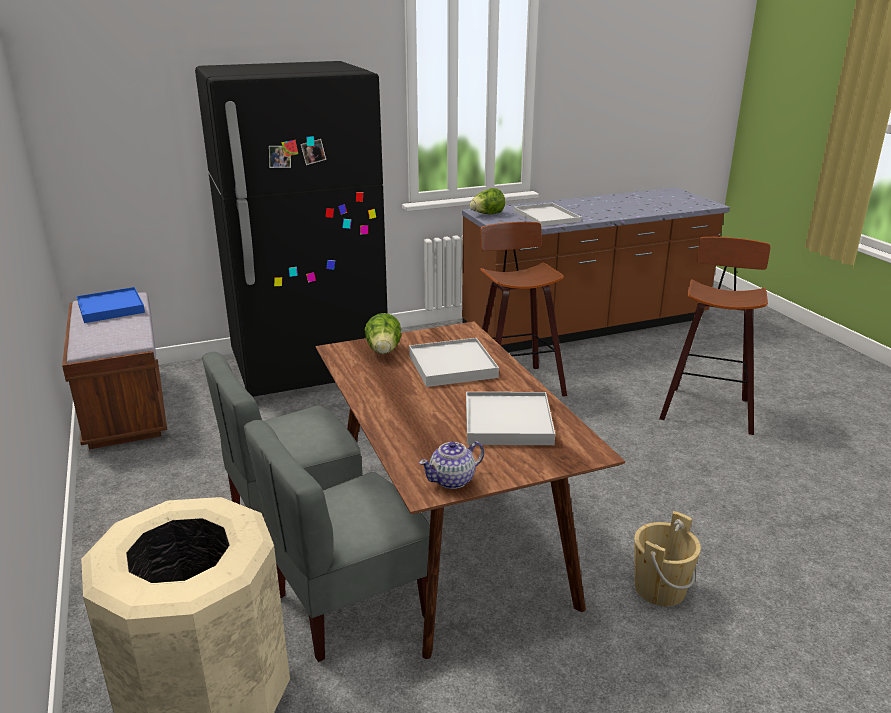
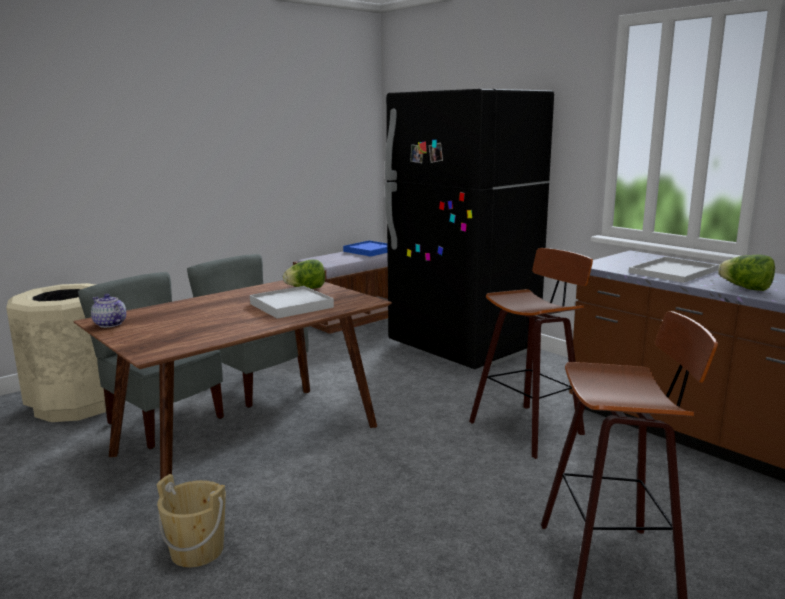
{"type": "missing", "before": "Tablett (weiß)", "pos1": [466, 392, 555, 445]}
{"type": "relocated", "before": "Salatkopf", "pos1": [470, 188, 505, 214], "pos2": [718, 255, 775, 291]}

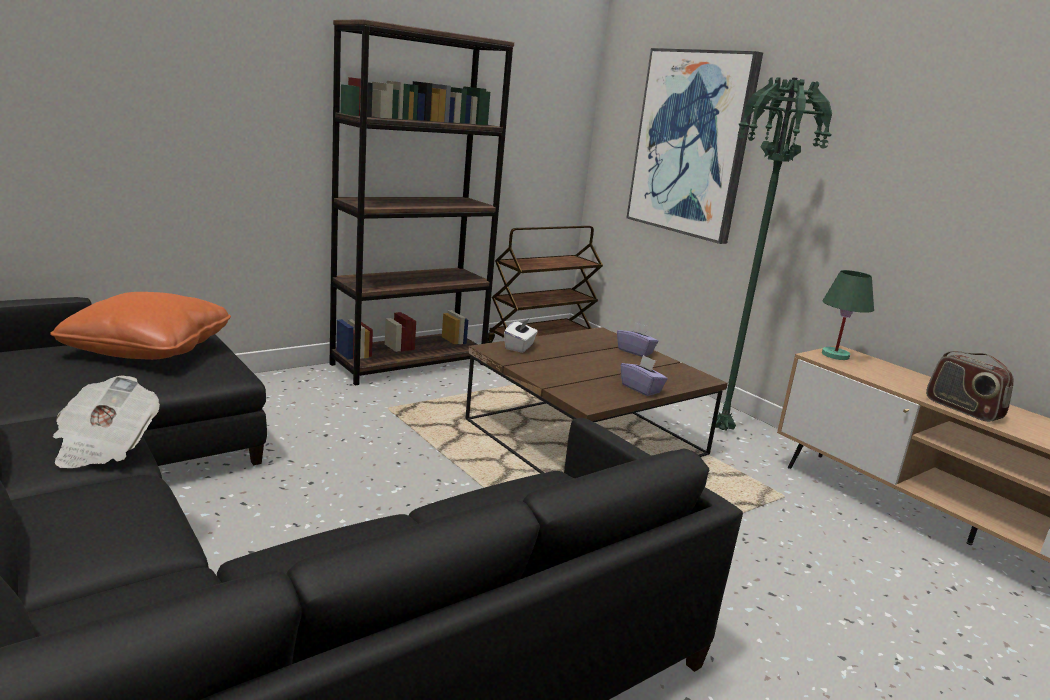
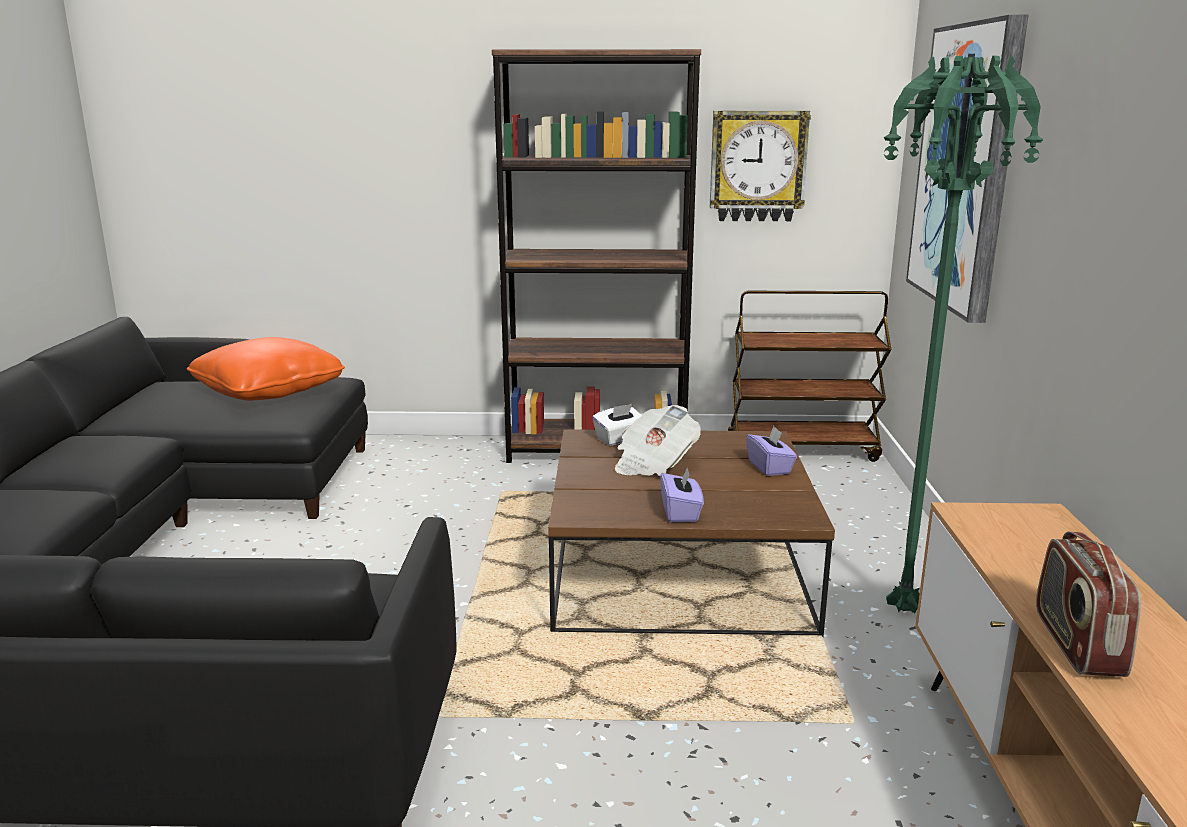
{"type": "relocated", "before": "Zeitung", "pos1": [53, 376, 160, 468], "pos2": [614, 405, 701, 476]}
{"type": "missing", "before": "Tischlampe (grün)", "pos1": [822, 270, 874, 360]}
{"type": "appeared", "after": "Wanduhr", "pos2": [710, 111, 811, 221]}

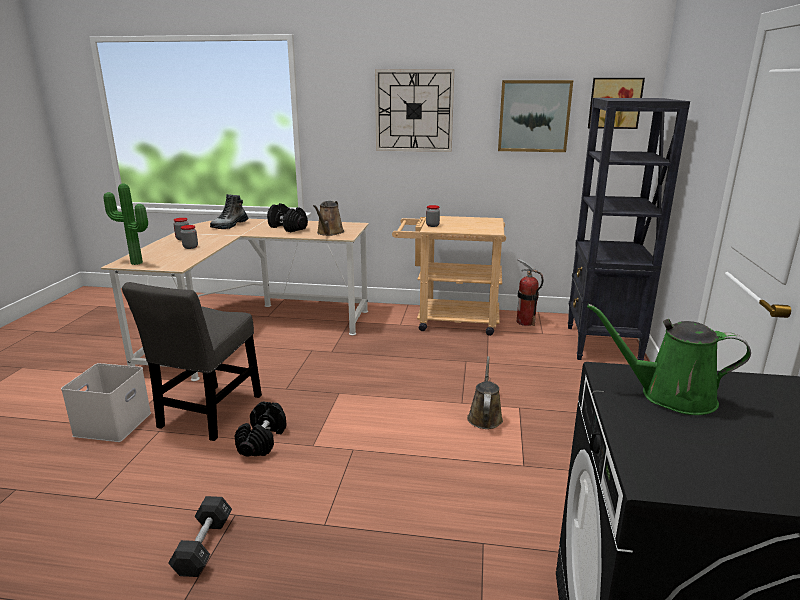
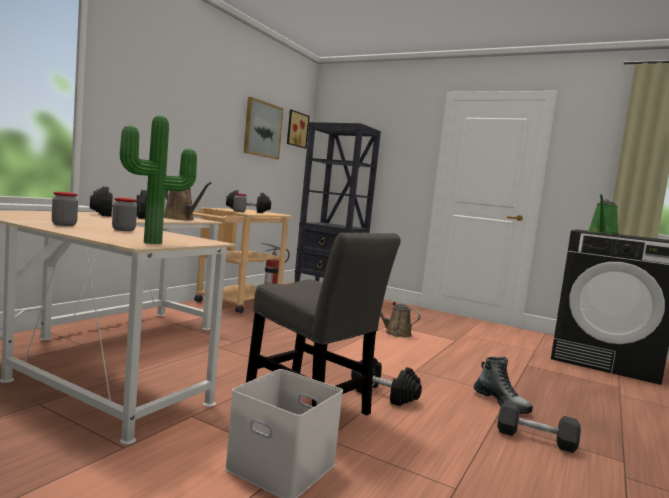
{"type": "relocated", "before": "Stiefel", "pos1": [210, 194, 248, 229], "pos2": [474, 356, 533, 414]}
{"type": "missing", "before": "Wanduhr", "pos1": [375, 69, 454, 152]}
{"type": "appeared", "after": "Hantel (schwarz)", "pos2": [226, 190, 271, 213]}

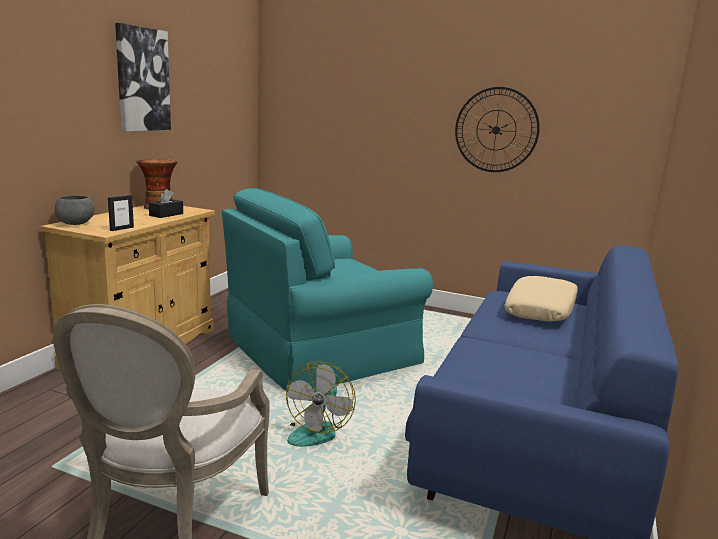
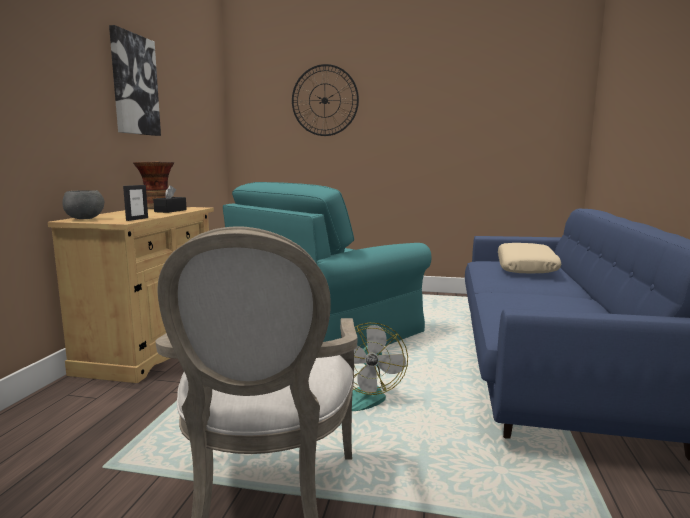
{"type": "relocated", "before": "Wanduhr", "pos1": [455, 87, 540, 172], "pos2": [292, 64, 359, 136]}

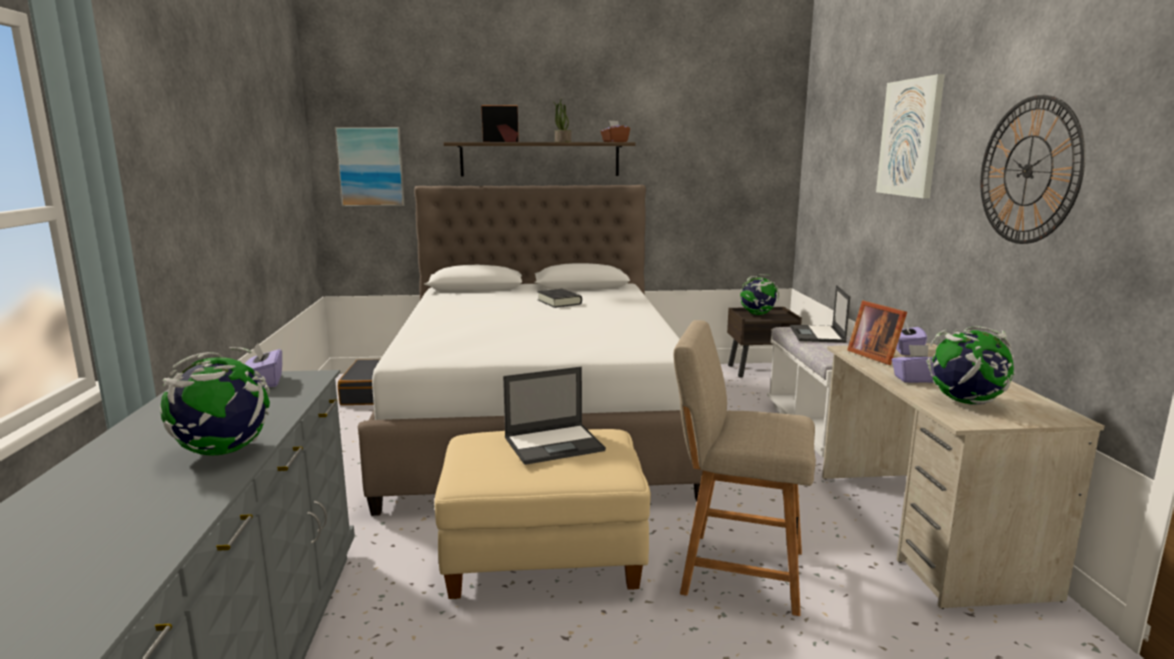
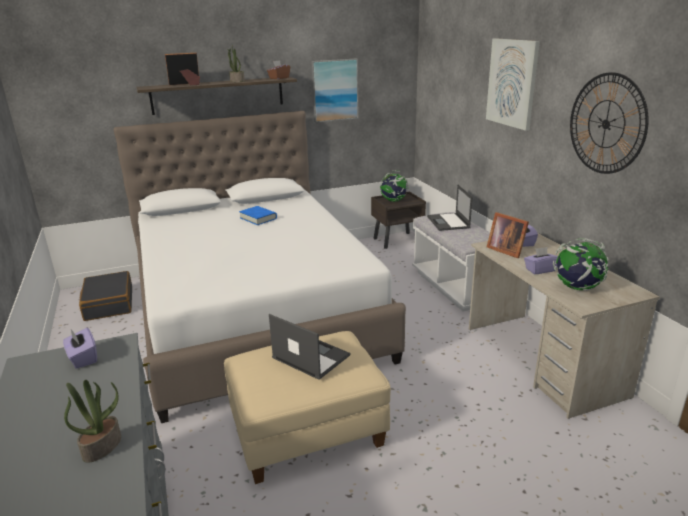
{"type": "exchanged", "before": "Globus", "after": "Topfpflanze", "pos1": [160, 347, 270, 456], "pos2": [64, 380, 121, 463]}
{"type": "relocated", "before": "Bild", "pos1": [335, 127, 405, 207], "pos2": [311, 59, 359, 123]}
{"type": "spun", "before": "Laptop", "pos1": [503, 366, 606, 465], "pos2": [269, 314, 351, 380], "turn": -105}
{"type": "colour", "before": "Buch (schwarz)", "after": "Buch (blau)", "pos1": [537, 289, 582, 308], "pos2": [239, 206, 277, 225]}
{"type": "missing", "before": "Stuhl (beige)", "pos1": [673, 320, 816, 616]}

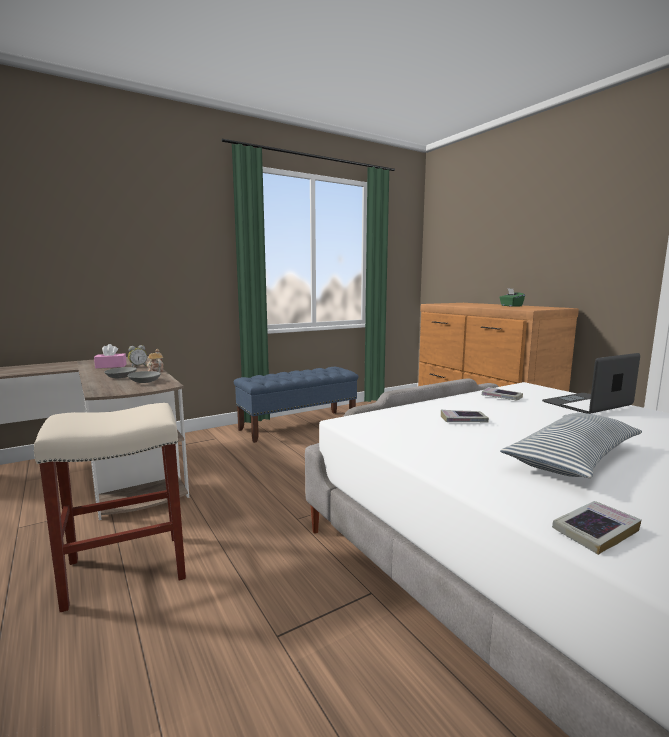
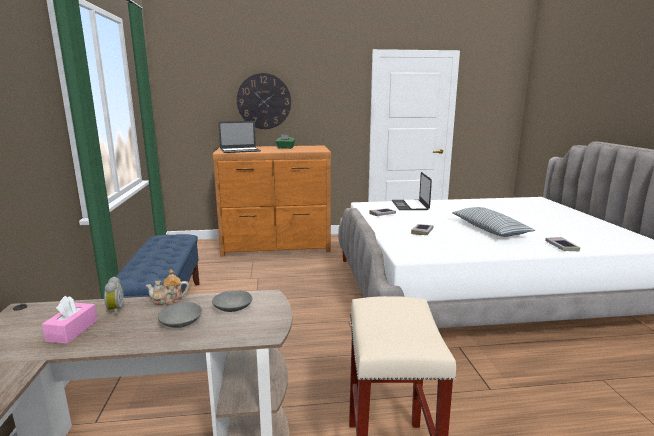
{"type": "appeared", "after": "Laptop", "pos2": [218, 121, 261, 153]}
{"type": "appeared", "after": "Wanduhr", "pos2": [237, 73, 291, 129]}

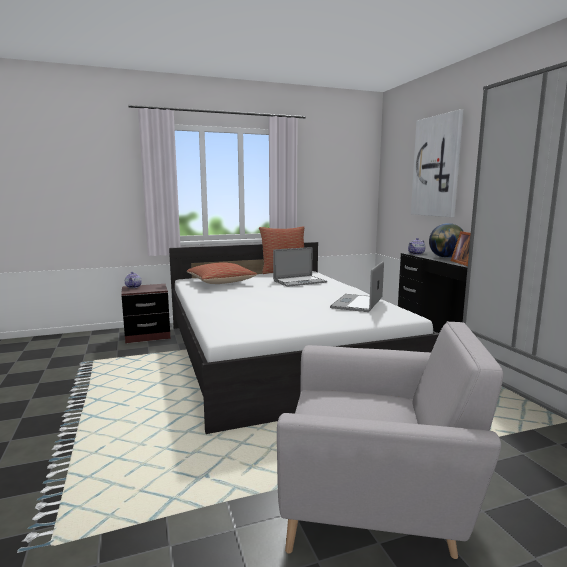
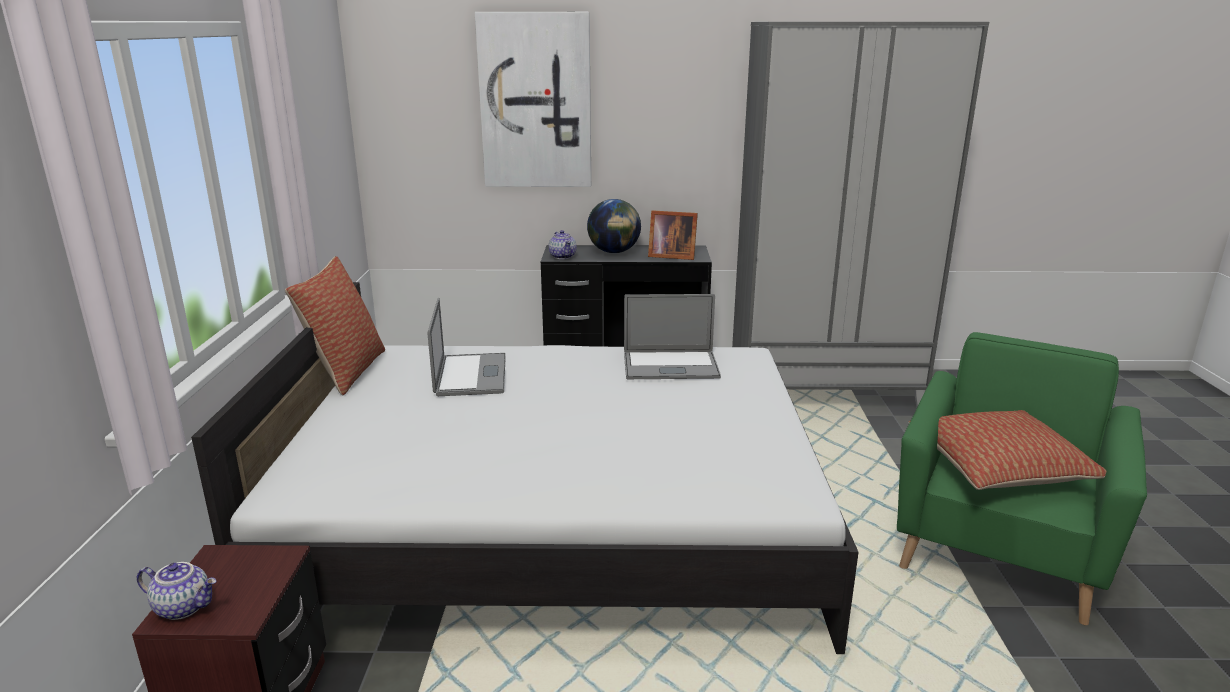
{"type": "relocated", "before": "Kissen", "pos1": [187, 262, 257, 284], "pos2": [909, 410, 1107, 490]}
{"type": "colour", "before": "Sessel (grau)", "after": "Sessel (grün)", "pos1": [277, 321, 503, 559], "pos2": [897, 332, 1147, 625]}
{"type": "spun", "before": "Laptop", "pos1": [330, 261, 384, 312], "pos2": [624, 294, 721, 379], "turn": -45}

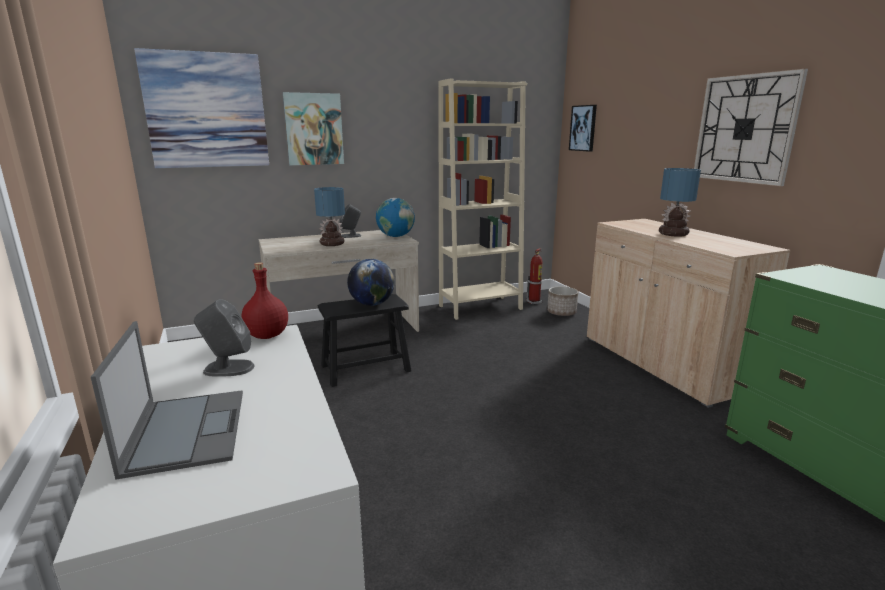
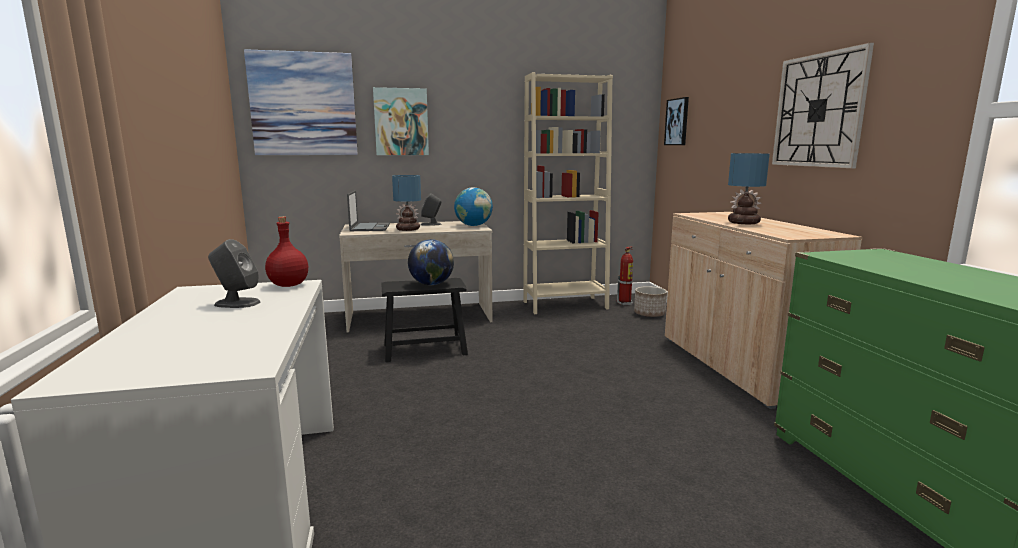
{"type": "relocated", "before": "Laptop", "pos1": [91, 321, 243, 480], "pos2": [347, 190, 390, 231]}

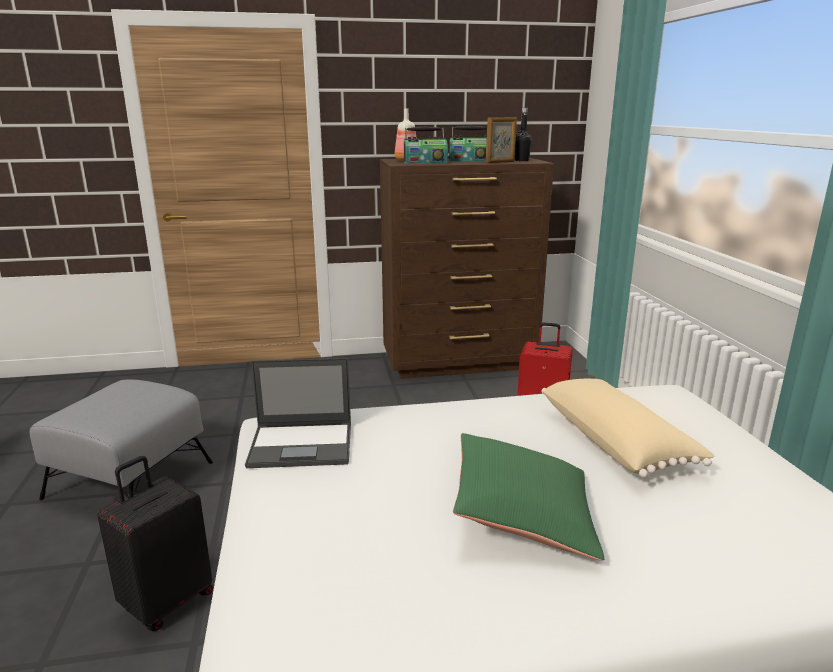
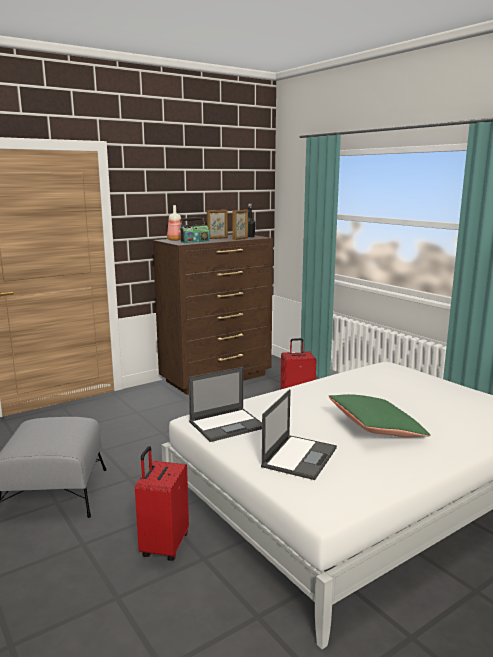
{"type": "colour", "before": "Koffer (schwarz)", "after": "Koffer (rot)", "pos1": [97, 456, 213, 631], "pos2": [135, 446, 189, 561]}
{"type": "exchanged", "before": "Radio", "after": "Bilderrahmen", "pos1": [449, 126, 487, 161], "pos2": [207, 210, 228, 239]}
{"type": "missing", "before": "Kissen (beige)", "pos1": [542, 379, 714, 478]}
{"type": "appeared", "after": "Laptop", "pos2": [261, 389, 337, 480]}

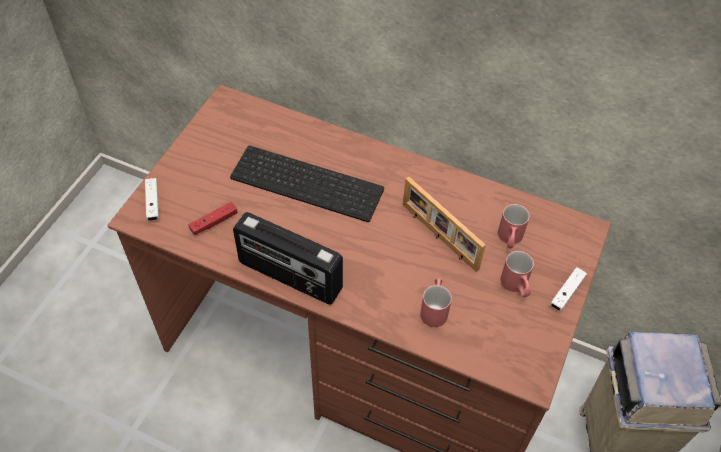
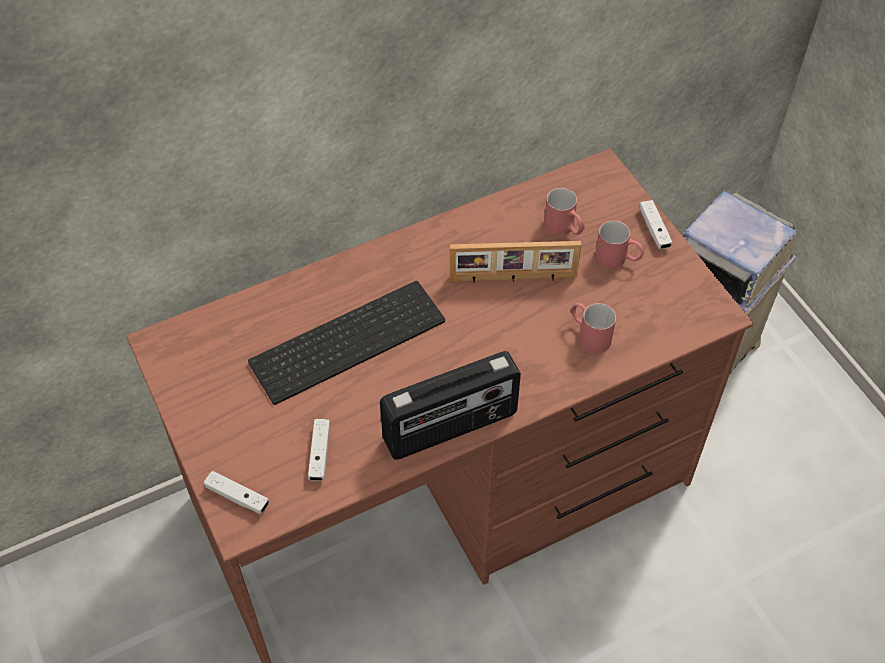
{"type": "colour", "before": "Gamepad (rot)", "after": "Gamepad (weiß)", "pos1": [188, 202, 237, 235], "pos2": [308, 419, 330, 481]}

